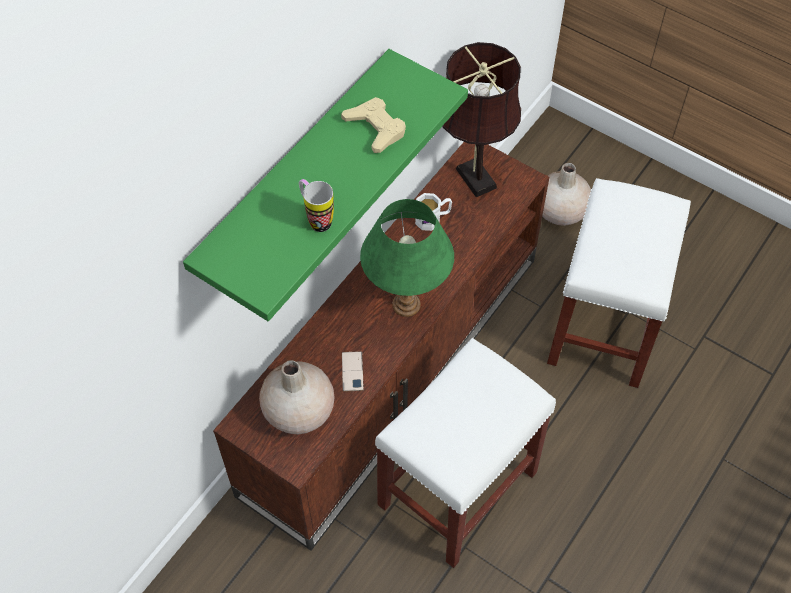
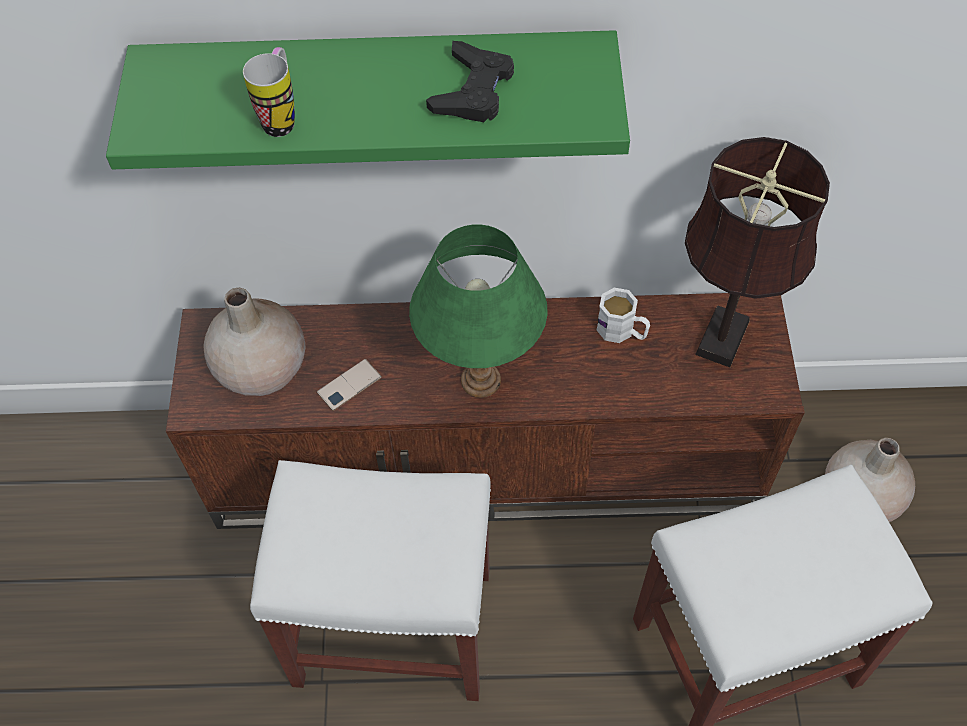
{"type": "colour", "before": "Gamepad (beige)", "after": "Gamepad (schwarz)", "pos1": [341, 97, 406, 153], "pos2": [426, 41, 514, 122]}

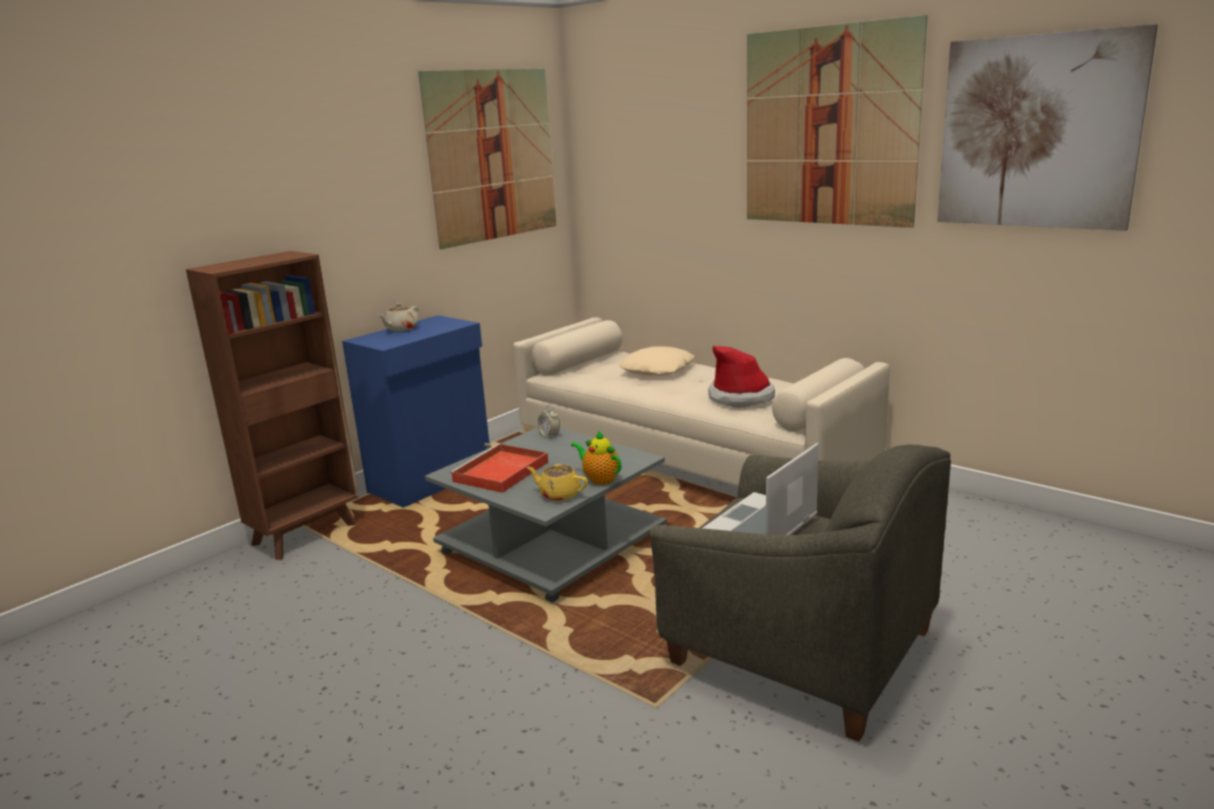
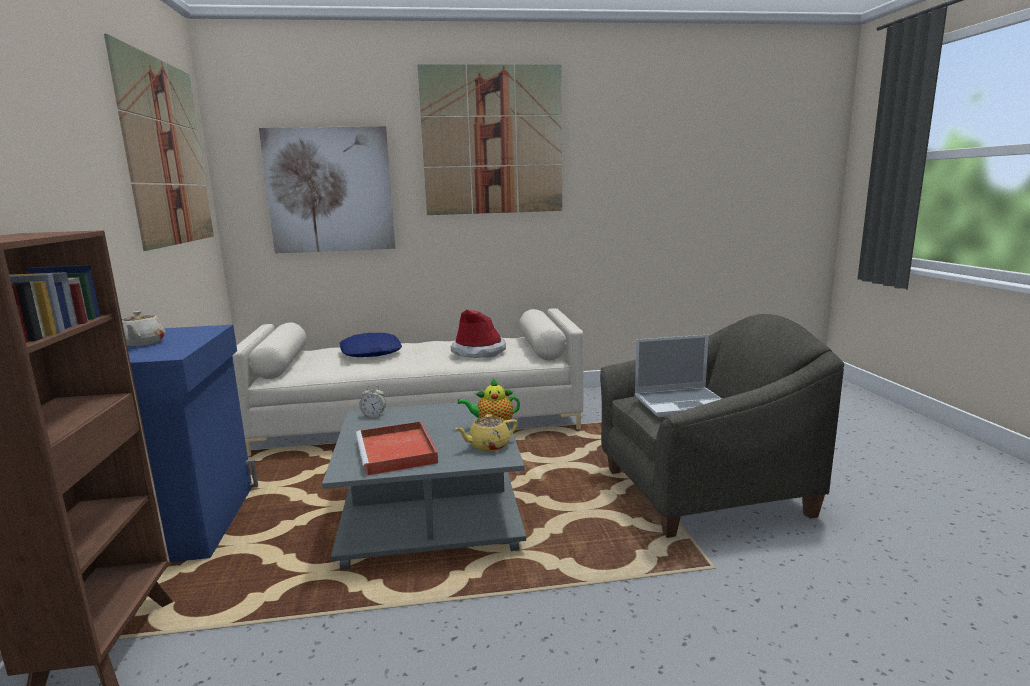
{"type": "colour", "before": "Kissen (beige)", "after": "Kissen (blau)", "pos1": [619, 346, 695, 376], "pos2": [340, 333, 402, 357]}
{"type": "spun", "before": "Laptop", "pos1": [703, 443, 819, 535], "pos2": [634, 335, 722, 417], "turn": -90}
{"type": "relocated", "before": "Bild", "pos1": [937, 24, 1158, 231], "pos2": [259, 126, 395, 253]}

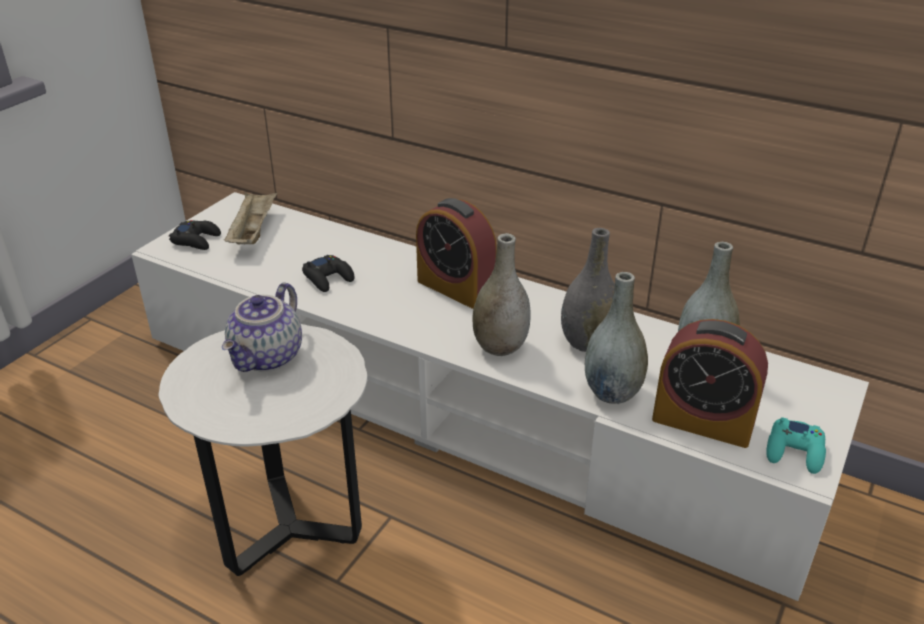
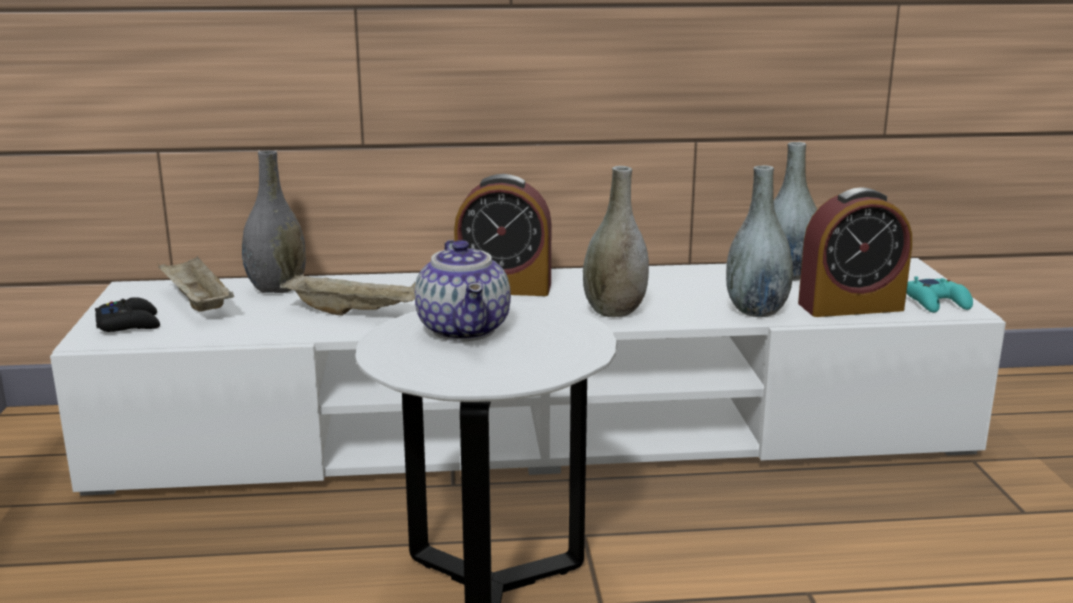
{"type": "exchanged", "before": "Gamepad (schwarz)", "after": "Tablett (beige)", "pos1": [302, 255, 355, 292], "pos2": [280, 273, 416, 316]}
{"type": "relocated", "before": "Vase (grau)", "pos1": [561, 228, 615, 352], "pos2": [242, 150, 306, 293]}

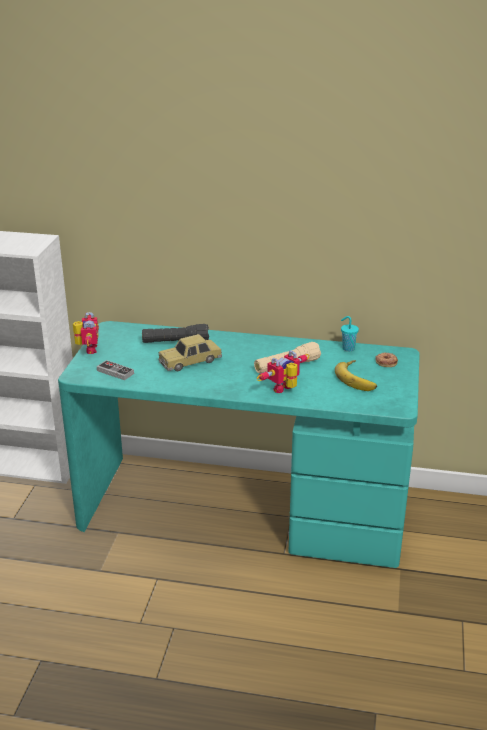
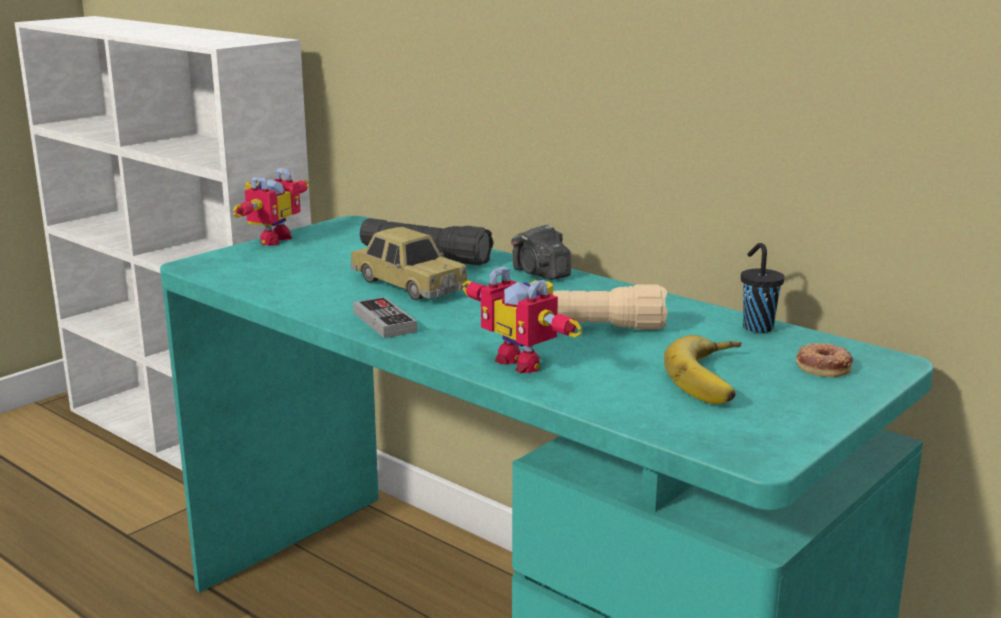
{"type": "relocated", "before": "Gamepad", "pos1": [97, 360, 134, 380], "pos2": [353, 297, 417, 338]}
{"type": "spun", "before": "Spielzeugauto", "pos1": [158, 334, 222, 371], "pos2": [351, 227, 468, 300], "turn": -135}
{"type": "spun", "before": "Spielzeugroboter", "pos1": [257, 350, 309, 393], "pos2": [462, 266, 582, 373], "turn": -120}
{"type": "colour", "before": "Tasse (türkis)", "after": "Tasse (schwarz)", "pos1": [341, 316, 359, 352], "pos2": [741, 243, 785, 333]}
{"type": "appeared", "after": "Kamera", "pos2": [511, 224, 571, 280]}

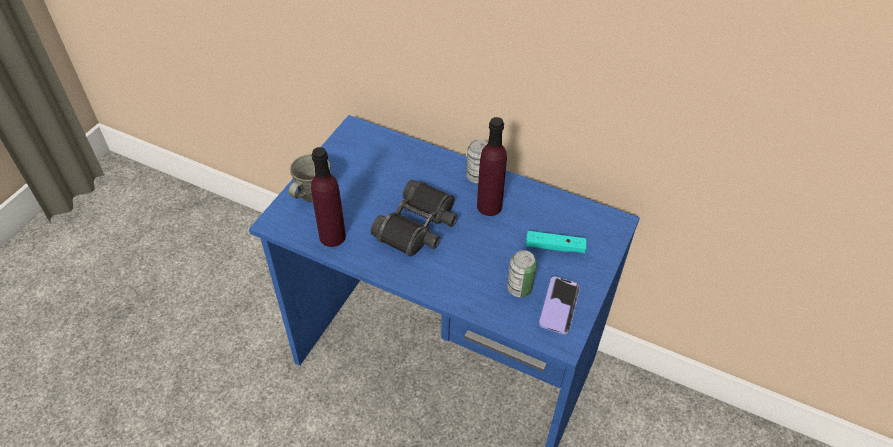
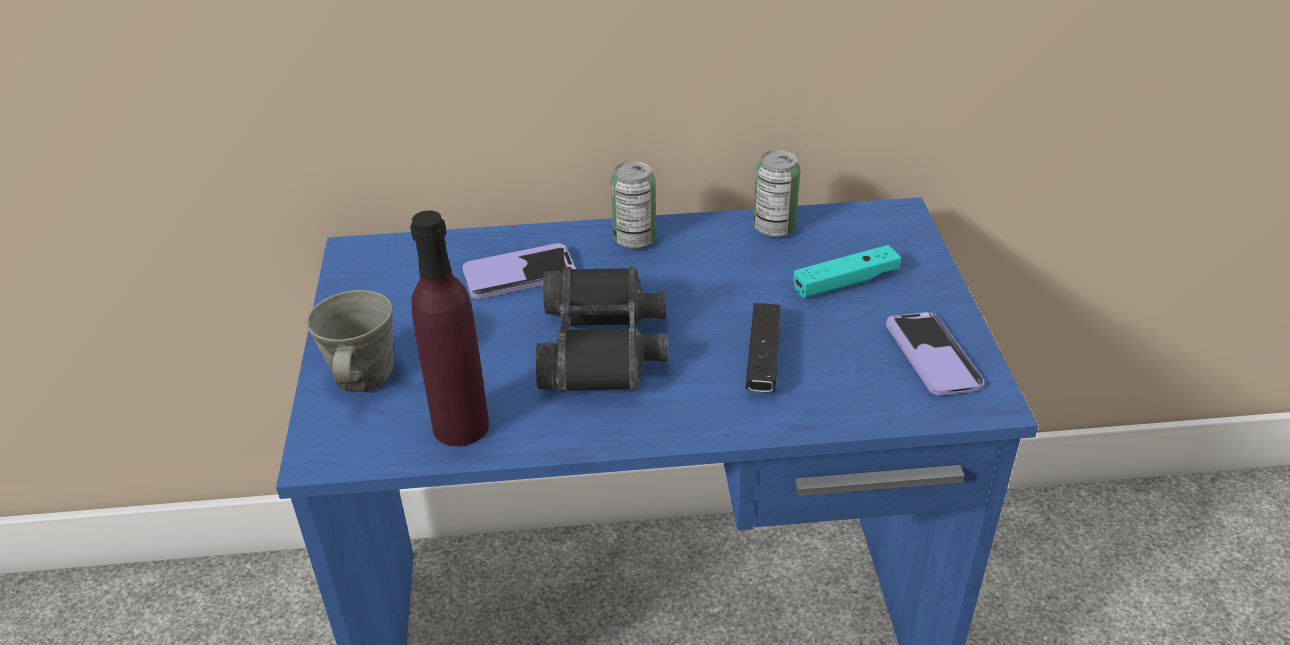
{"type": "missing", "before": "Flasche (lila)", "pos1": [477, 117, 507, 216]}
{"type": "relocated", "before": "Dose", "pos1": [507, 250, 537, 297], "pos2": [753, 150, 800, 237]}
{"type": "appeared", "after": "Handy", "pos2": [462, 243, 576, 299]}
{"type": "appeared", "after": "Gamepad (schwarz)", "pos2": [745, 303, 780, 392]}

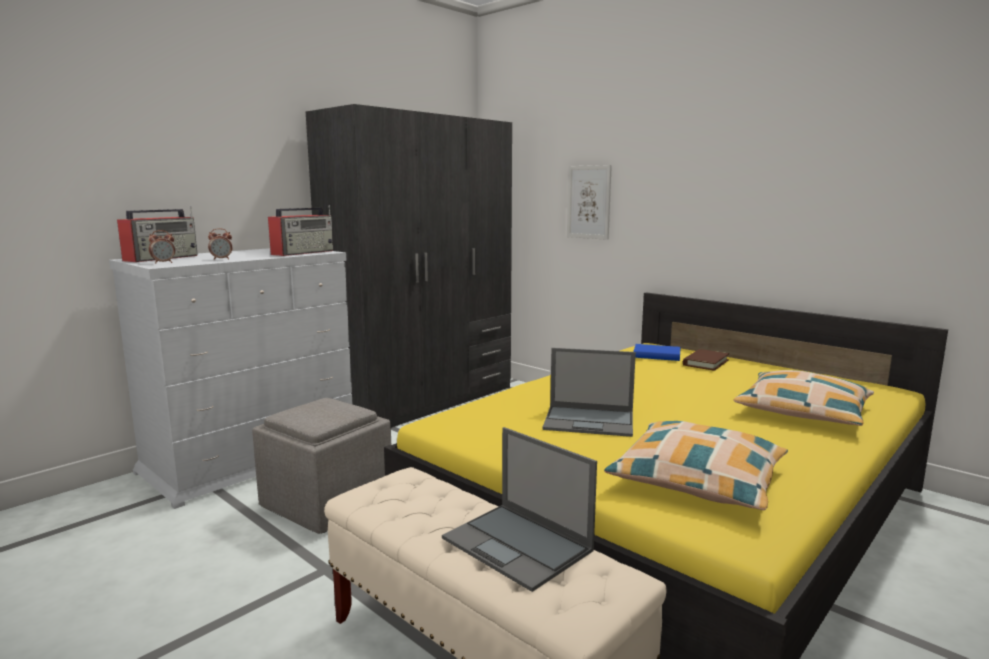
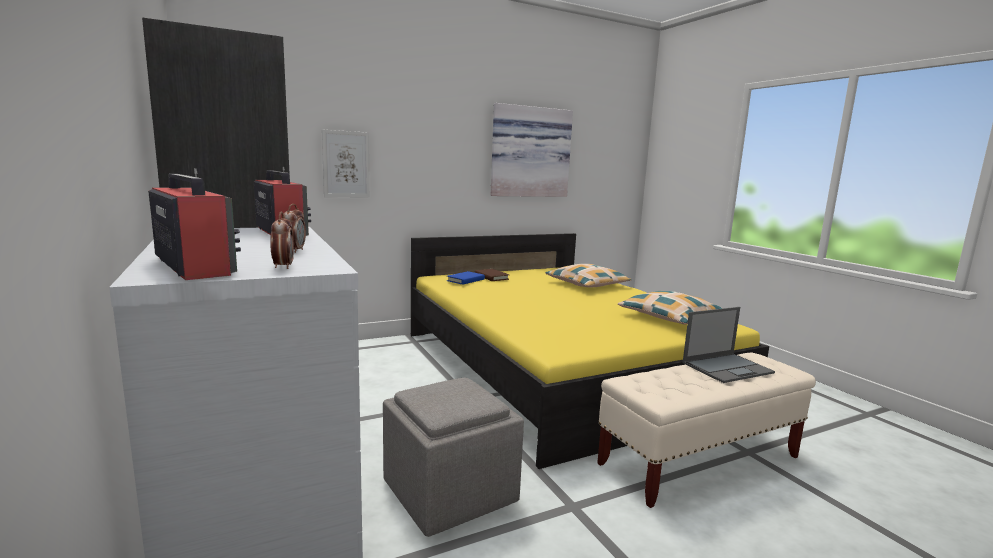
{"type": "missing", "before": "Laptop", "pos1": [543, 348, 636, 437]}
{"type": "appeared", "after": "Bild", "pos2": [491, 103, 573, 197]}

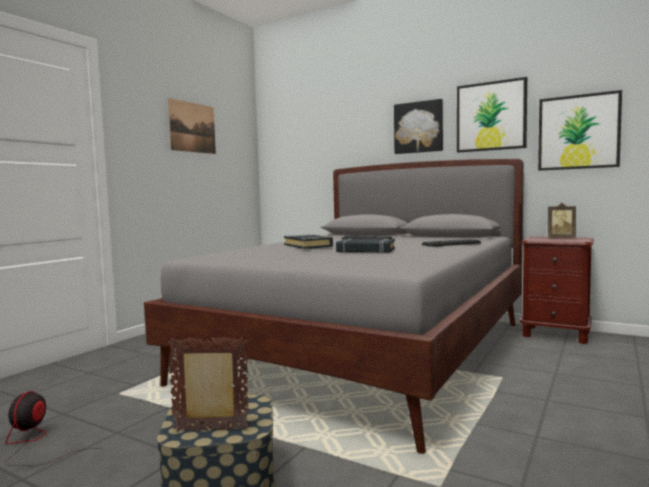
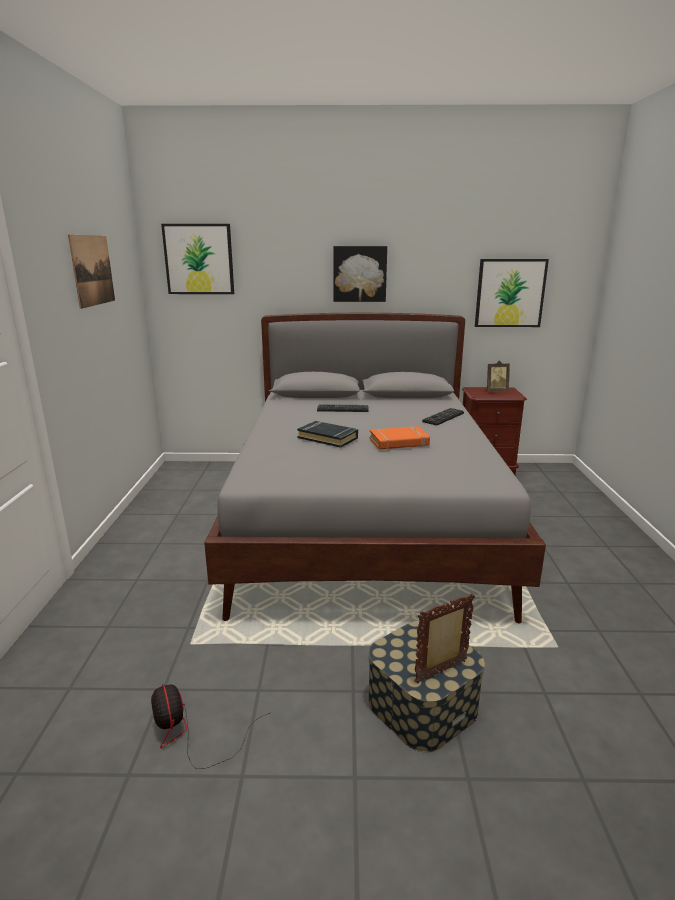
{"type": "colour", "before": "Buch (schwarz)", "after": "Buch (orange)", "pos1": [336, 239, 395, 253], "pos2": [370, 426, 430, 450]}
{"type": "relocated", "before": "Bild", "pos1": [457, 77, 527, 153], "pos2": [161, 224, 234, 294]}

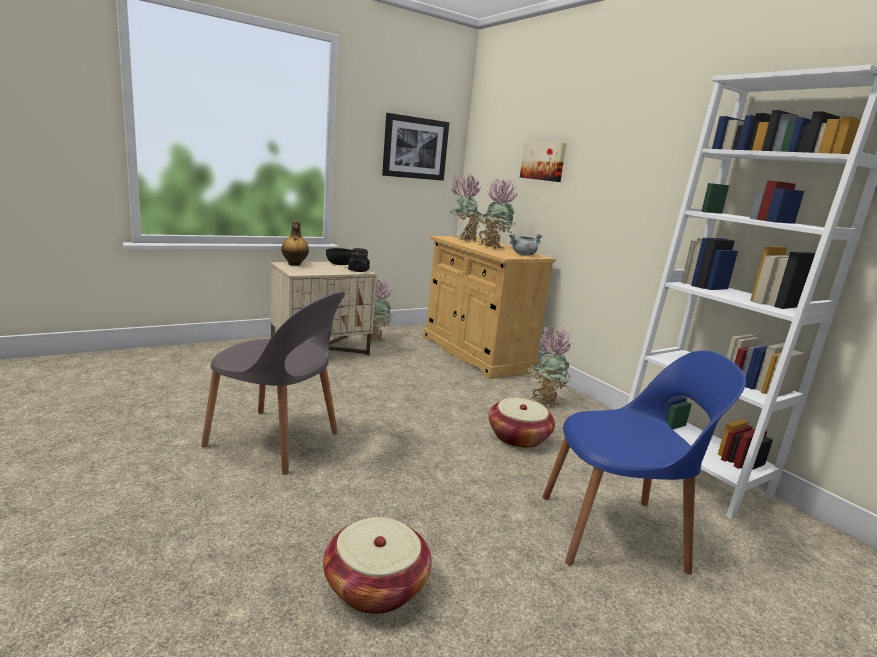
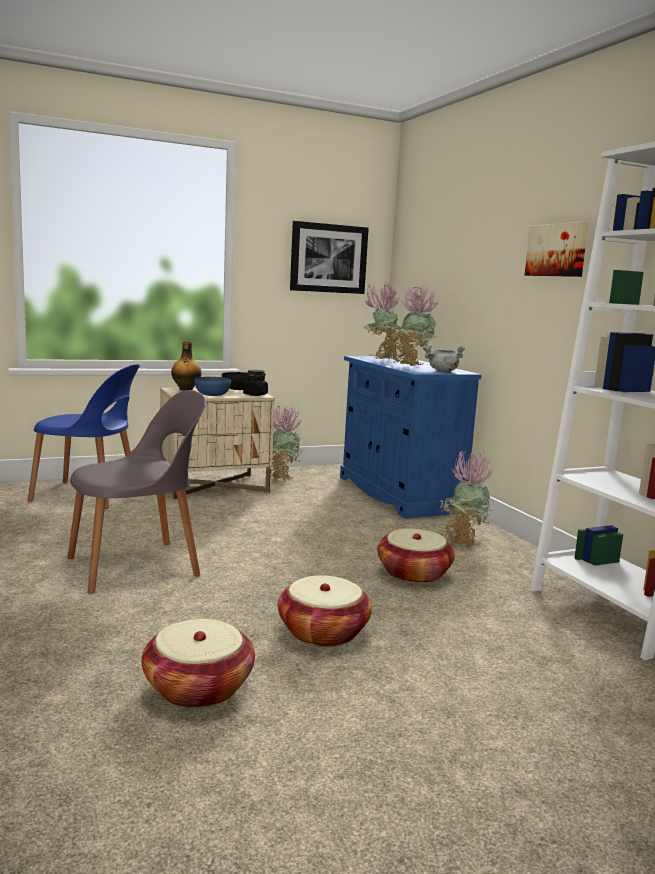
{"type": "spun", "before": "Stuhl (grau)", "pos1": [201, 292, 345, 475], "pos2": [67, 390, 206, 594], "turn": -60}
{"type": "colour", "before": "Schrank (beige)", "after": "Schrank (blau)", "pos1": [423, 236, 556, 379], "pos2": [340, 356, 482, 518]}
{"type": "relocated", "before": "Bild", "pos1": [520, 141, 567, 182], "pos2": [525, 222, 589, 277]}
{"type": "relocated", "before": "Stuhl (blau)", "pos1": [542, 351, 746, 575], "pos2": [28, 364, 140, 509]}
{"type": "appeared", "after": "Schüssel (blau)", "pos2": [195, 377, 231, 396]}
{"type": "appeared", "after": "Korb", "pos2": [277, 575, 372, 647]}

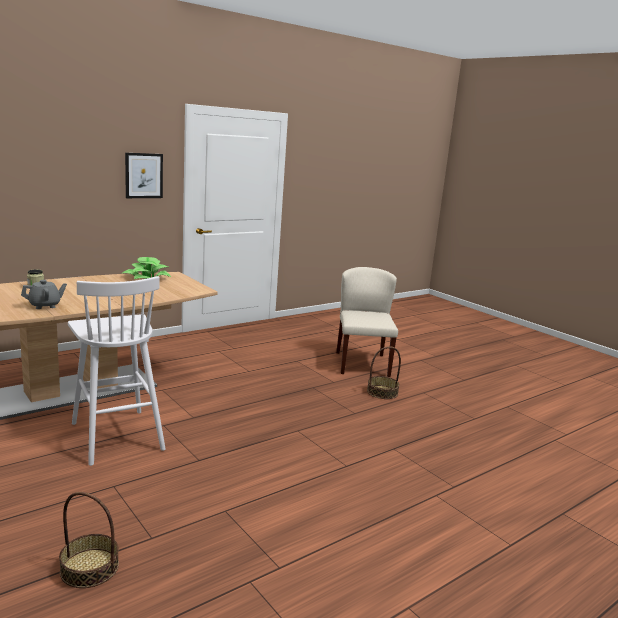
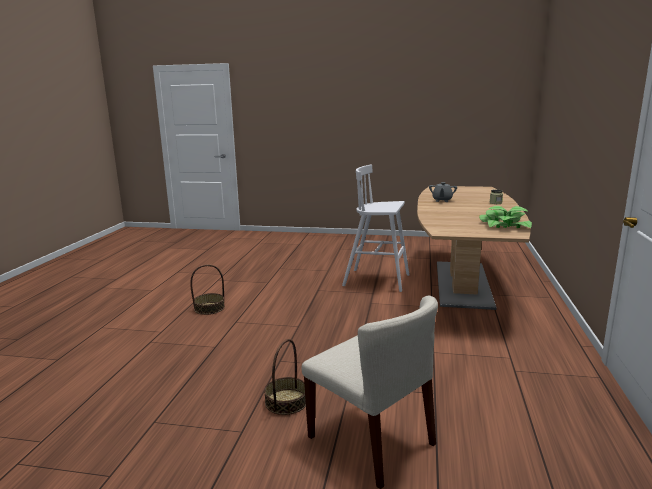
{"type": "relocated", "before": "Korb", "pos1": [59, 492, 119, 588], "pos2": [190, 264, 225, 315]}
{"type": "missing", "before": "Bild", "pos1": [125, 153, 163, 198]}

